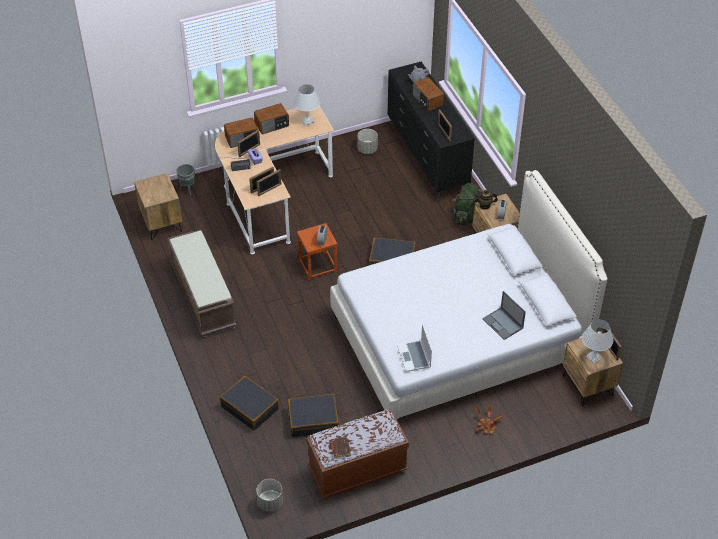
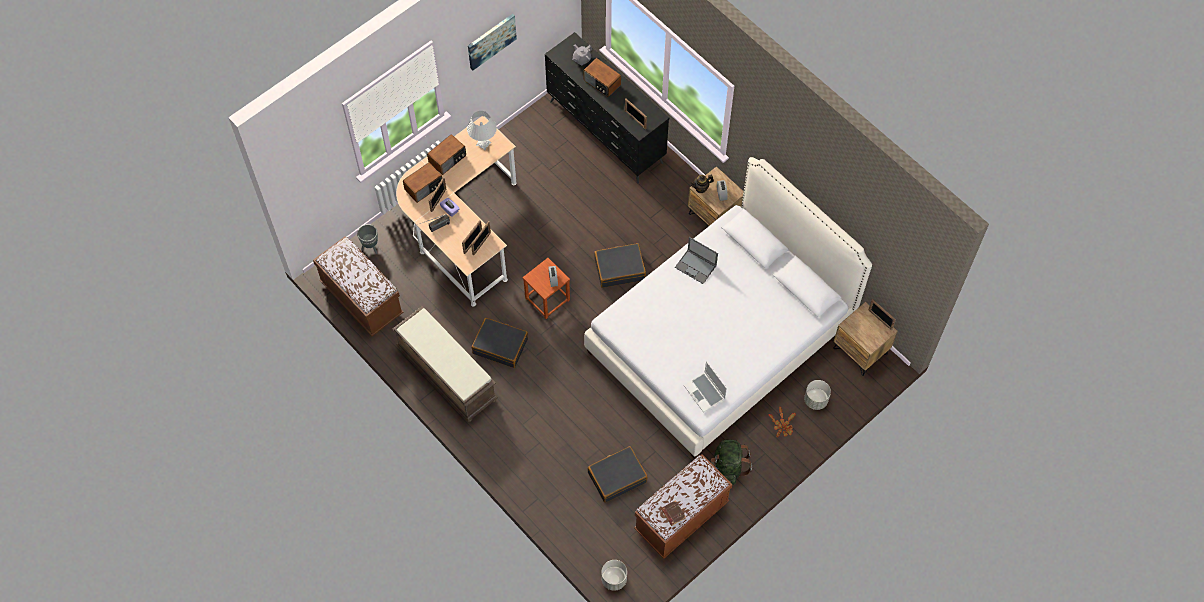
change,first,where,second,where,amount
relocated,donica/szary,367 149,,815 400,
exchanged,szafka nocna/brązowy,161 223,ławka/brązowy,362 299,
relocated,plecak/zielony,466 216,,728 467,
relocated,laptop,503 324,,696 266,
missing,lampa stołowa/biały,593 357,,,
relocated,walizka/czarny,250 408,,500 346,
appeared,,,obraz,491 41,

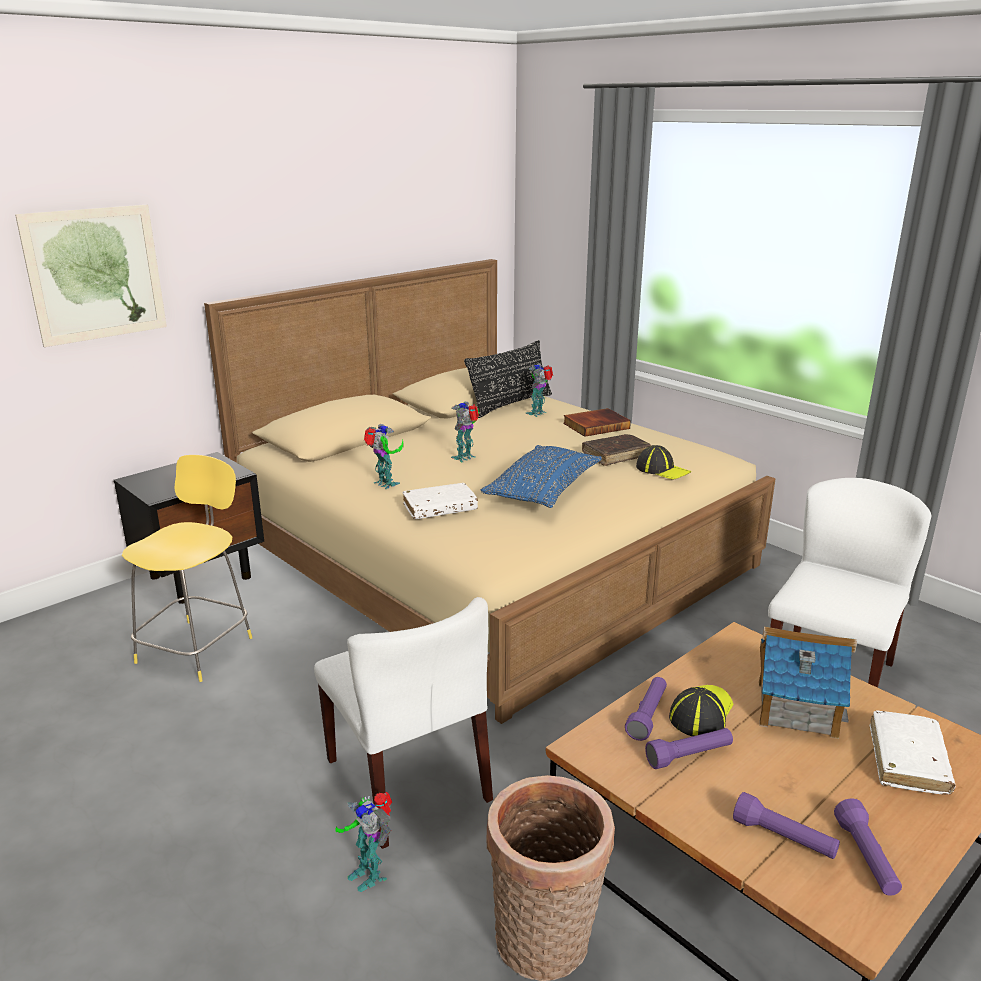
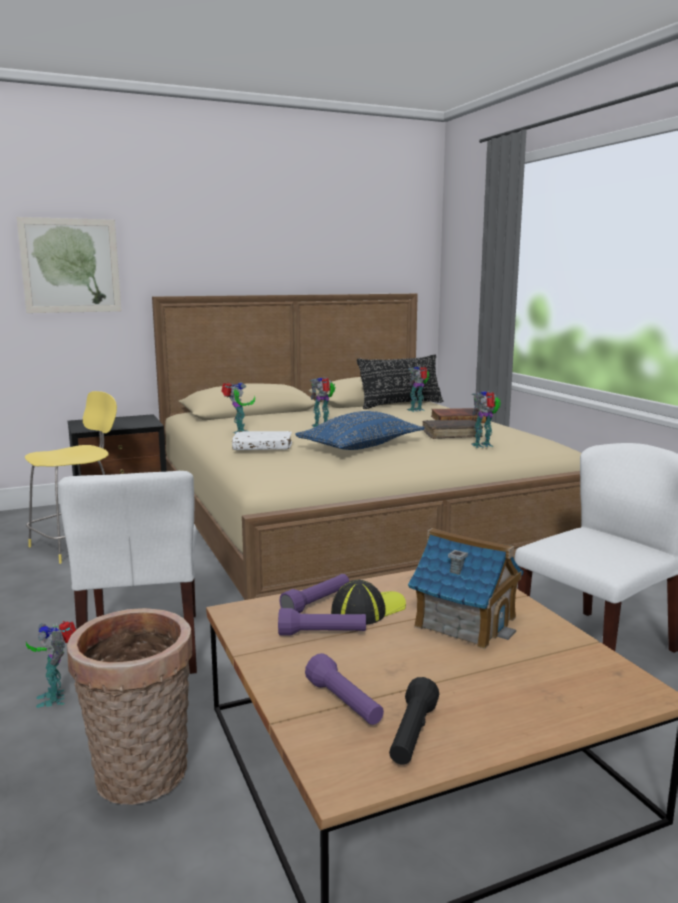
change,first,where,second,where,amount
exchanged,czapka z daszkiem,662 470,robot zabawkowy,483 446,
missing,książka/biały,908 760,,,
colour,latarka/fioletowy,866 858,latarka/czarny,412 735,

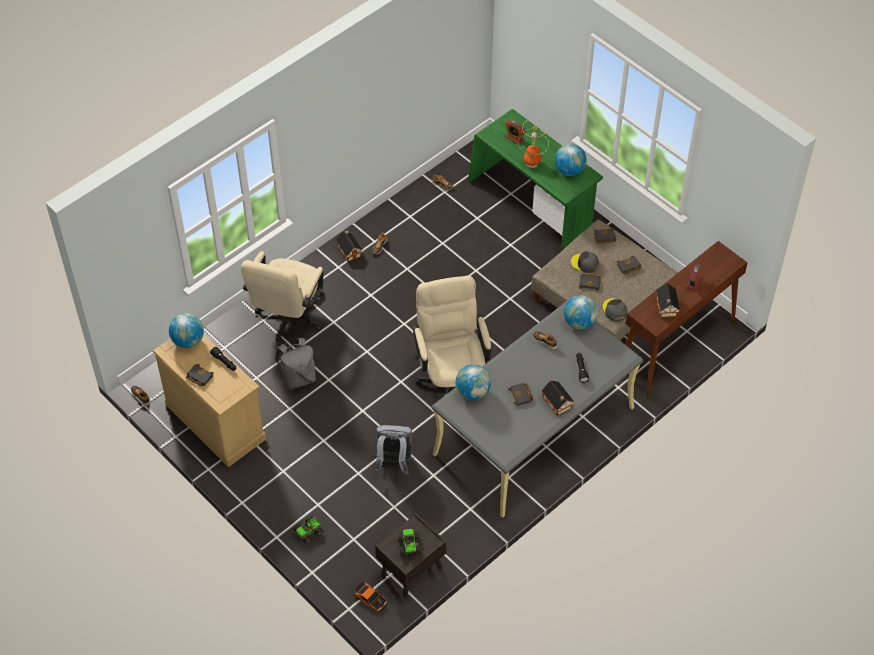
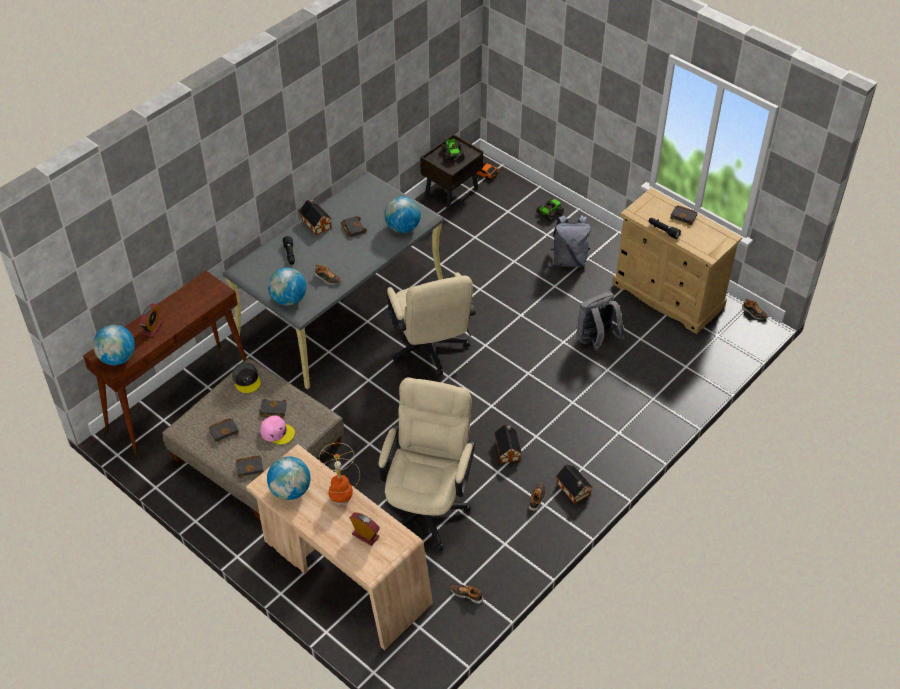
change,first,where,second,where,amount
colour,biurko/zielony,531 204,biurko/beżowy,343 574,
relocated,krzesło biurowe/beżowy,288 318,,427 505,
colour,czapka z daszkiem/szary,585 263,czapka z daszkiem/różowy,277 432,
relocated,domek,666 307,,507 449,
relocated,globus,188 340,,118 358,
relocated,plecak/szary,394 463,,569 260,

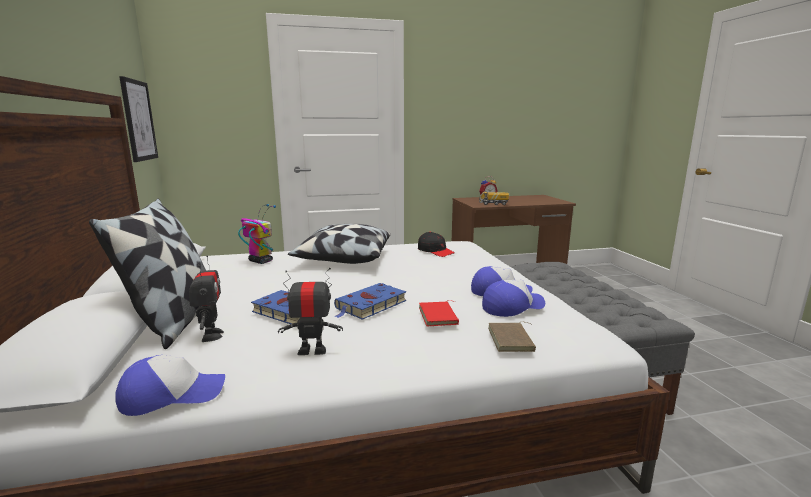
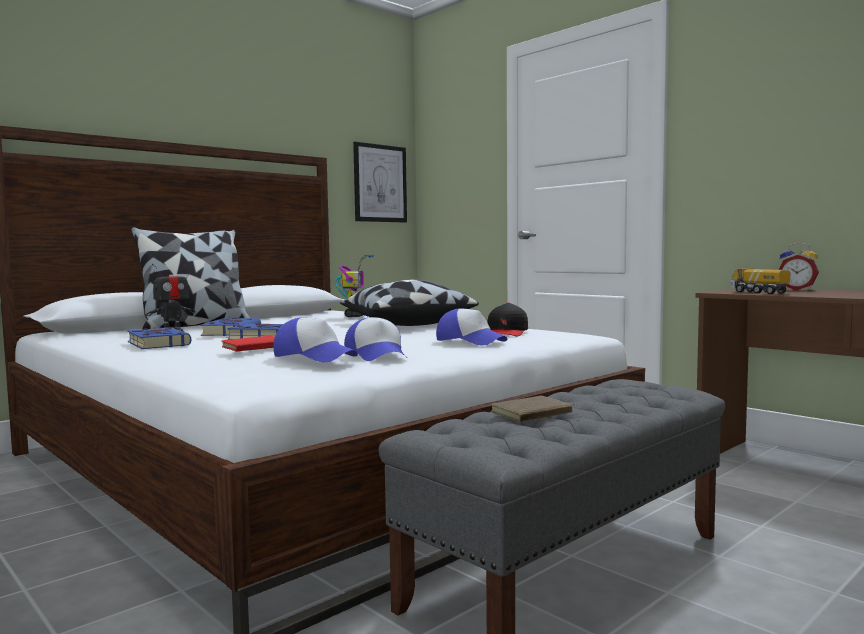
change,first,where,second,where,amount
exchanged,robot zabawkowy,312 351,książka/niebieski,157 343,
relocated,książka/brązowy,512 340,,533 414,
relocated,czapka z daszkiem,172 395,,470 341,

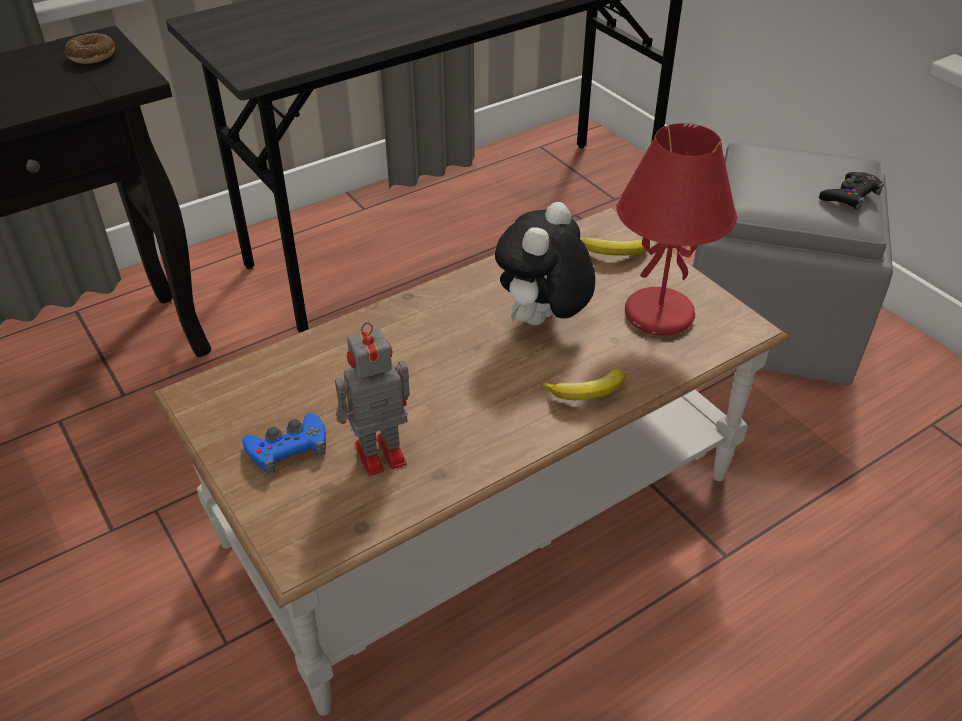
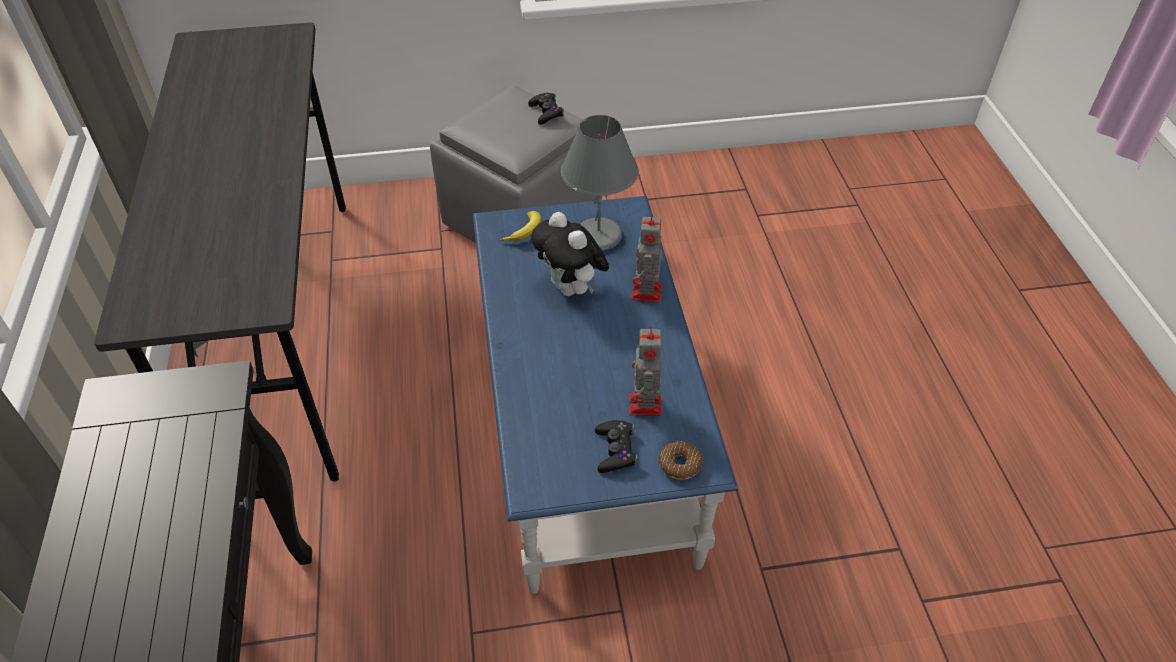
change,first,where,second,where,amount
relocated,donut,92 56,,680 464,
colour,lampa stołowa/czerwony,660 314,lampa stołowa/szary,598 236,
colour,ława/brązowy,480 509,ława/niebieski,588 429,
exchanged,banan,587 392,robot zabawkowy,646 294,
colour,pad do gier/niebieski,288 448,pad do gier/czarny,615 450,

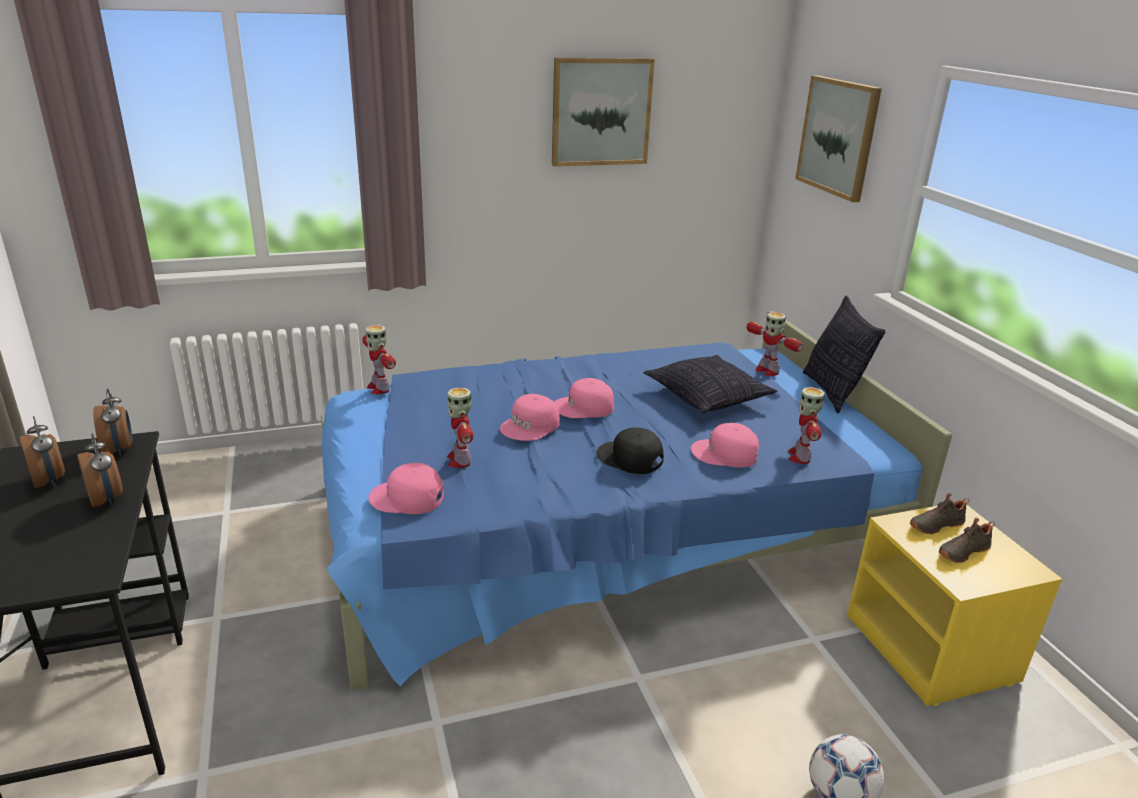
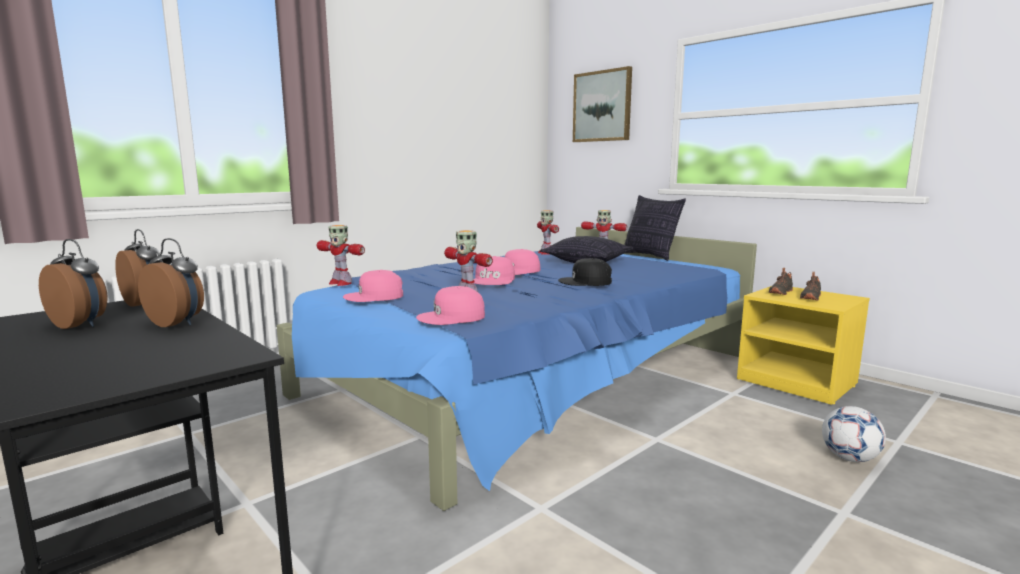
change,first,where,second,where,amount
missing,obraz,601 112,,,
relocated,robot zabawkowy,800 456,,545 253,
relocated,czapka z daszkiem/różowy,725 454,,374 296,

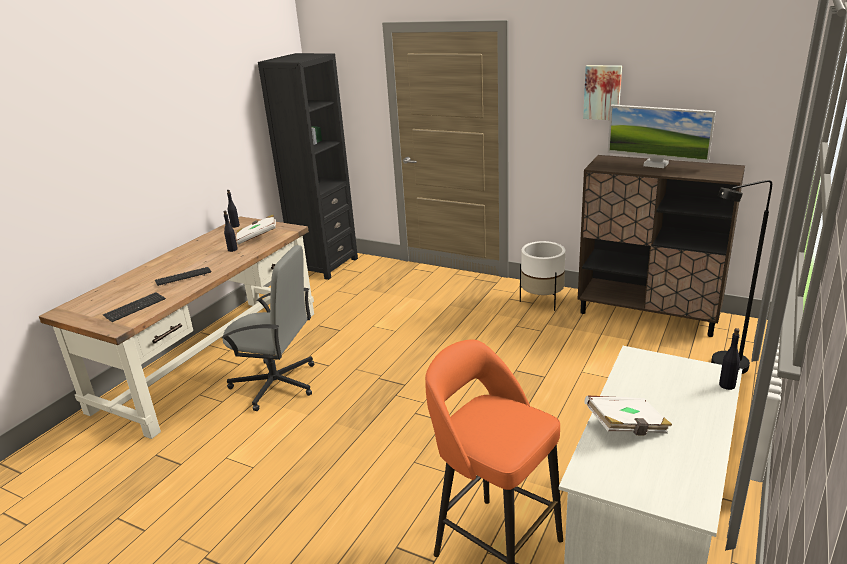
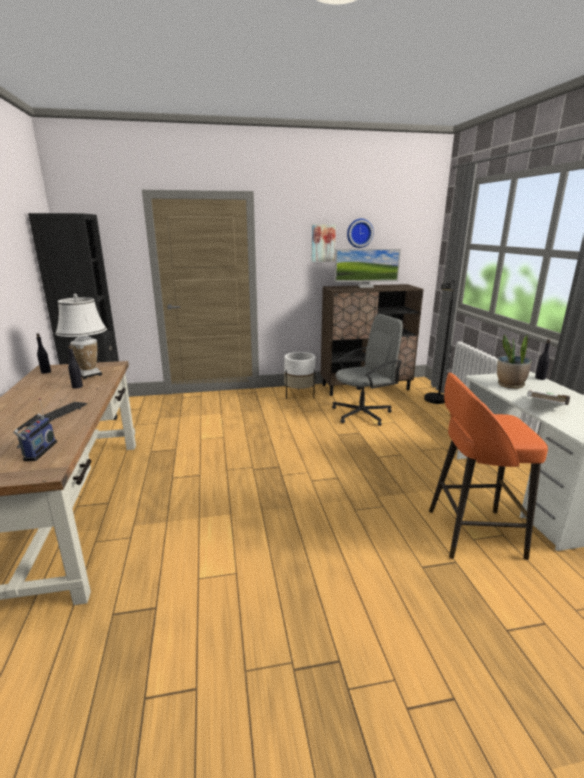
change,first,where,second,where,amount
exchanged,książka/biały,257 237,lampa stołowa/biały,89 375,
relocated,krzesło biurowe/szary,276 384,,362 414,
exchanged,klawiatura,135 308,radio,38 451,
appeared,,,zegar ścienny,359 233,
appeared,,,roślina doniczkowa,510 385,

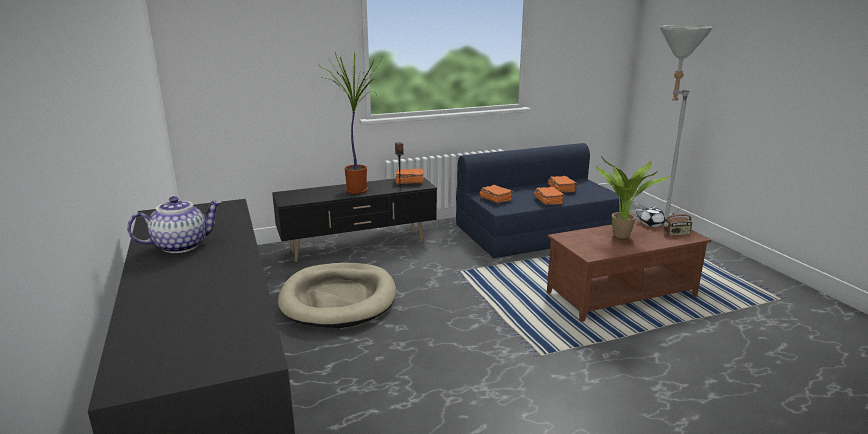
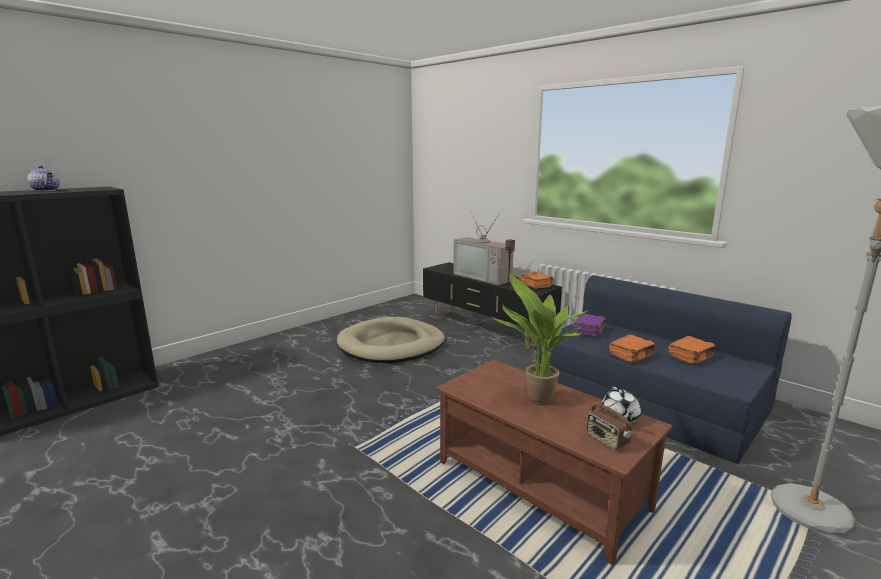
change,first,where,second,where,amount
exchanged,roślina doniczkowa,355 190,telewizor,485 277,
colour,książka/pomarańczowy,495 199,książka/fioletowy,589 331,

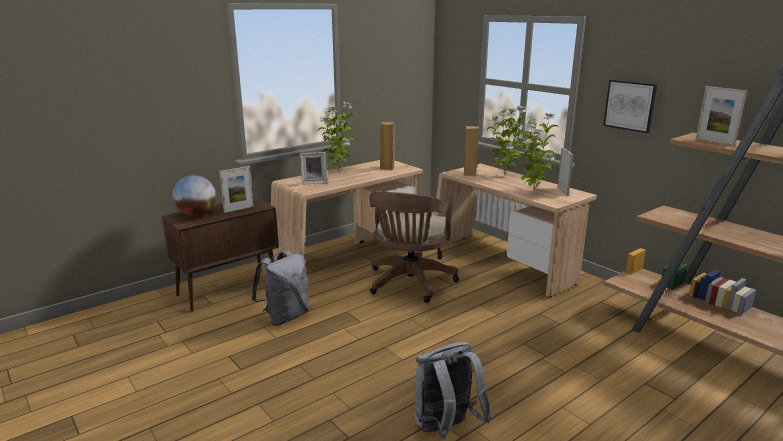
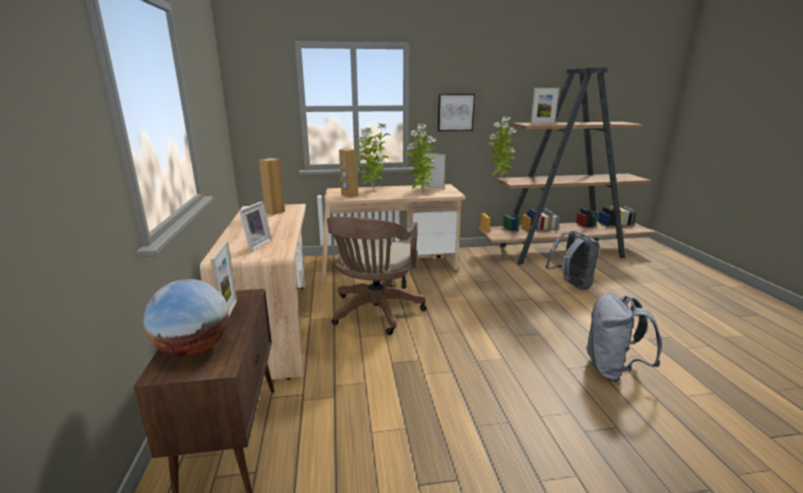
change,first,where,second,where,amount
relocated,roślina doniczkowa,337 172,,500 179,
spun,krzesło biurowe/brązowy,409 284,,375 313,60 degrees clockwise
relocated,plecak/szary,285 317,,570 285,

